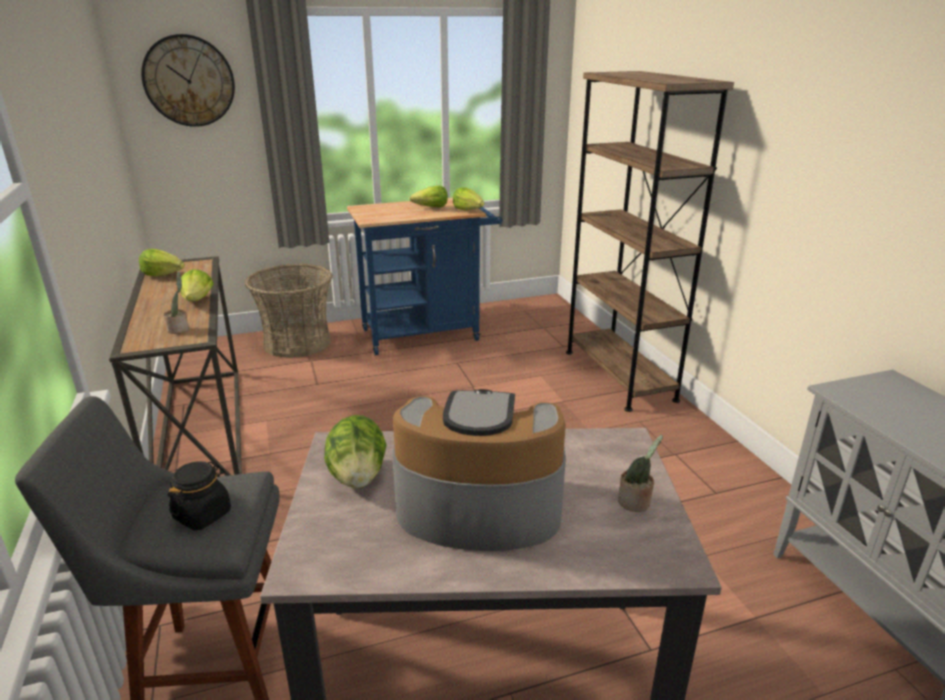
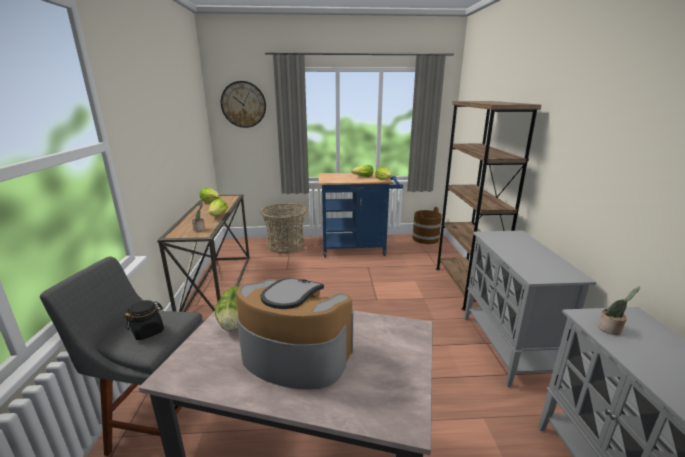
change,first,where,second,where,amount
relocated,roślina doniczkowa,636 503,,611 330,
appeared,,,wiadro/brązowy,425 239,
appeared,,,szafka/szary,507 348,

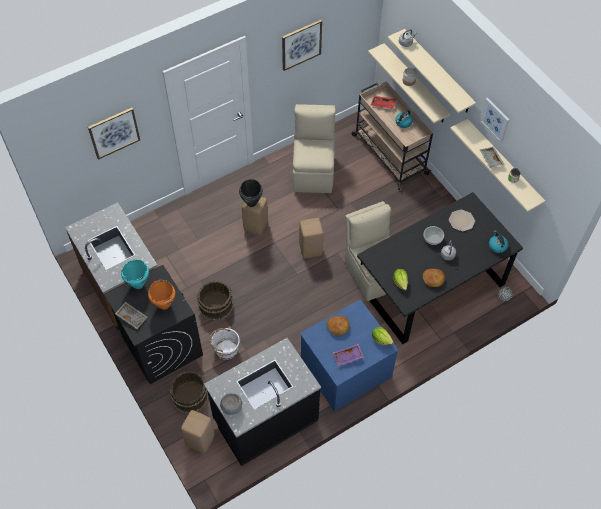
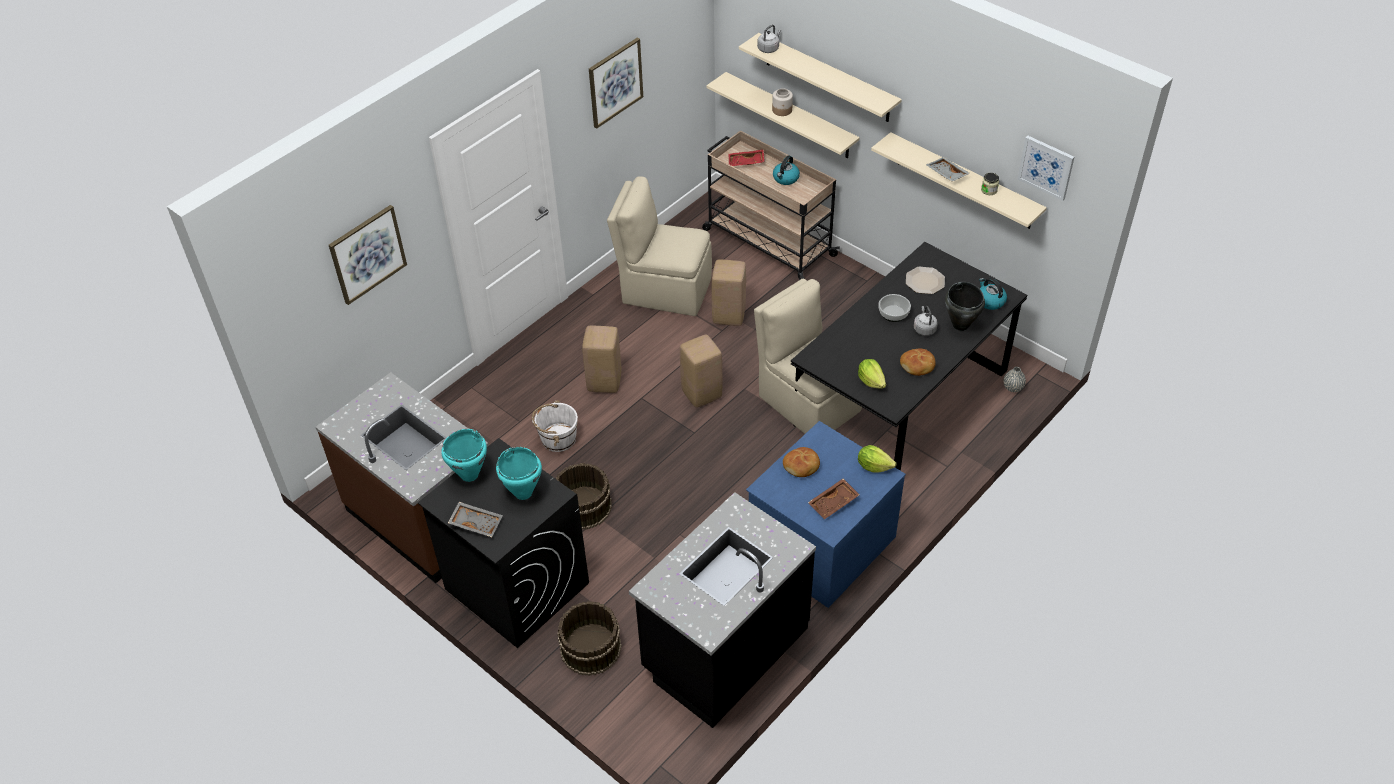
change,first,where,second,where,amount
relocated,obraz,495 119,,1046 167,
spun,krzesło/beżowy,313 171,,664 289,60 degrees counterclockwise
relocated,garnek/czarny,251 203,,960 325,
colour,garnek/pomarańczowy,164 305,garnek/turkusowy,523 493,
relocated,wiadro/biały,226 349,,557 438,
colour,taca/fioletowy,348 357,taca/brązowy,834 503,
missing,miska/szary,232 407,,,
relocated,stołek/beżowy,200 440,,729 315,

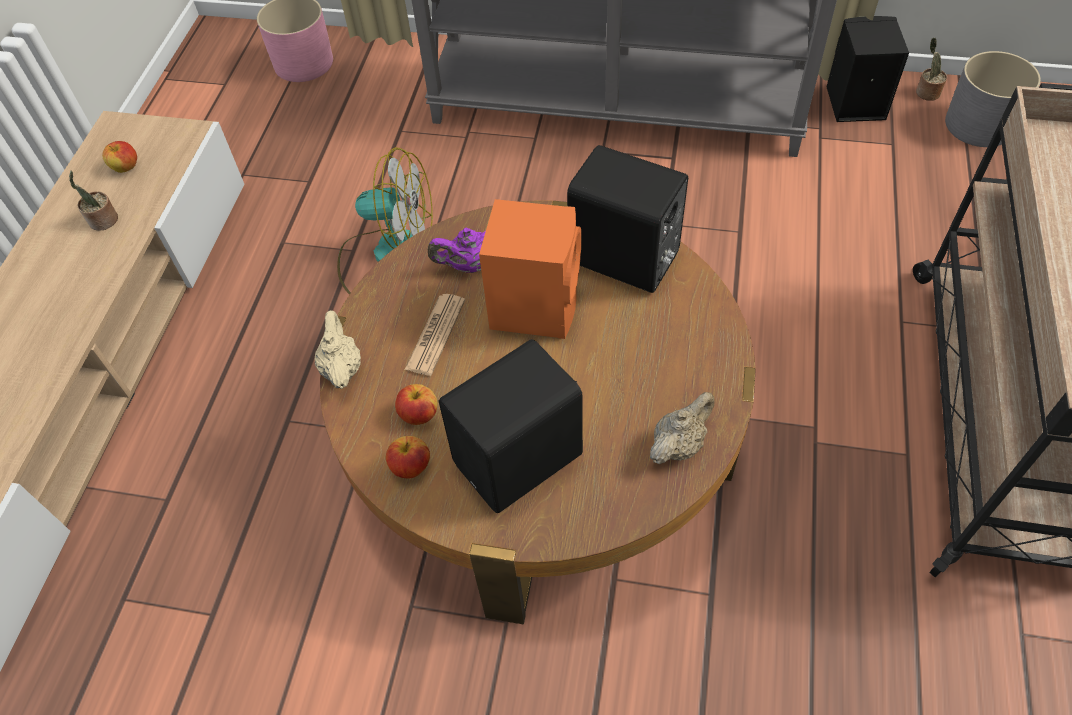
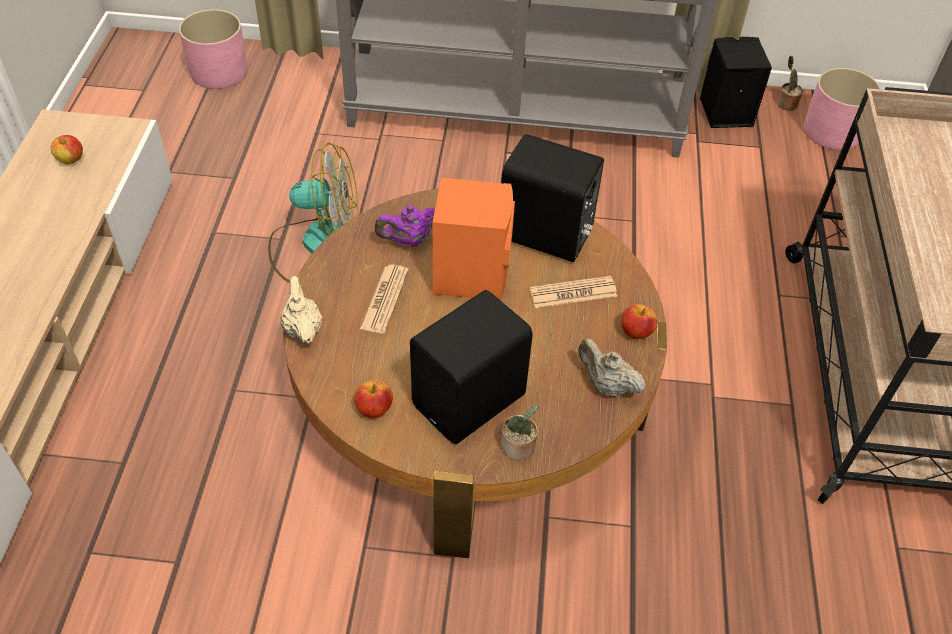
change,first,where,second,where,amount
colour,donica/szary,978 125,donica/różowy,831 131,
relocated,roślina doniczkowa,103 221,,519 448,
relocated,jabłko,419 415,,636 332,
spun,imbryk/beżowy,678 444,,606 385,90 degrees counterclockwise
appeared,,,gazeta,573 293,

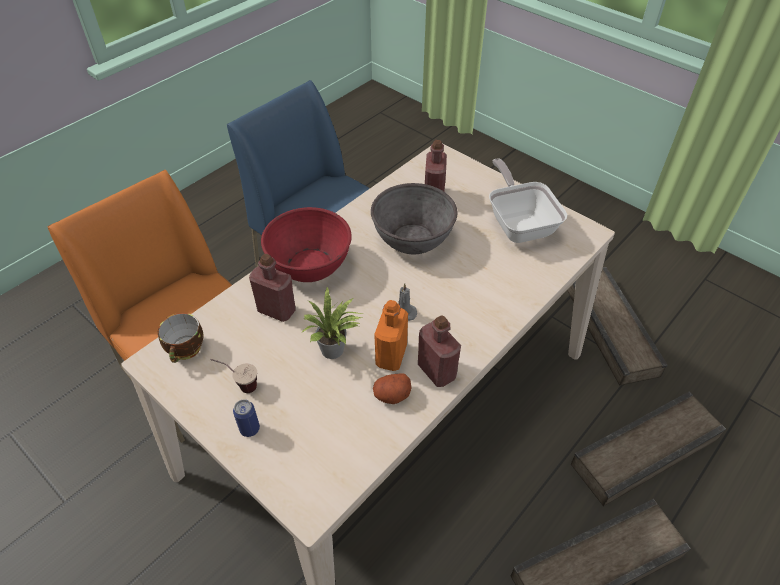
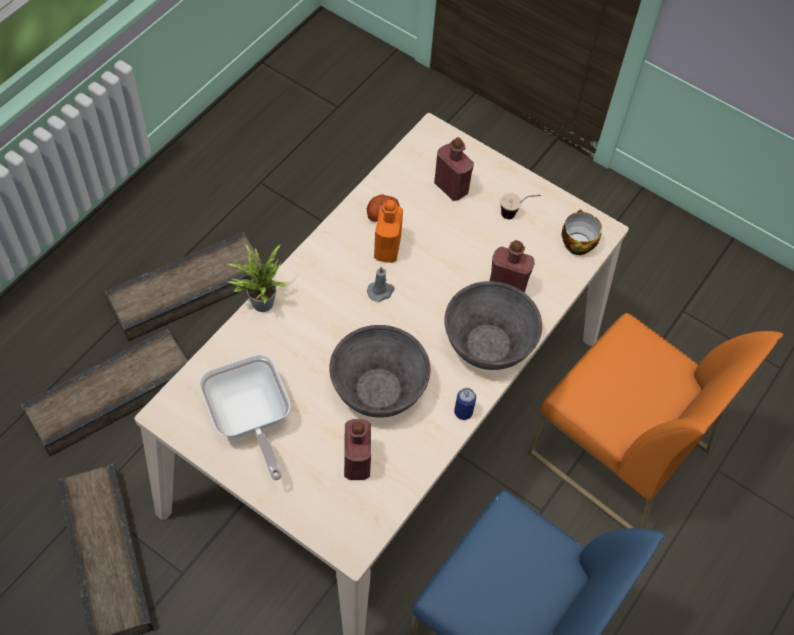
change,first,where,second,where,amount
colour,miska/czerwony,309 265,miska/szary,488 344,
relocated,roślina doniczkowa,335 351,,260 301,
relocated,butelka/czerwony,436 371,,451 187,
relocated,puszka,249 429,,463 412,

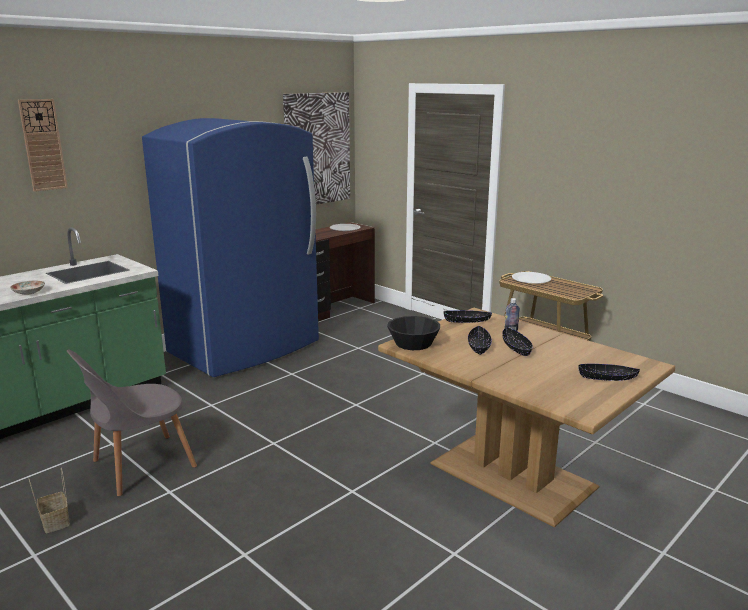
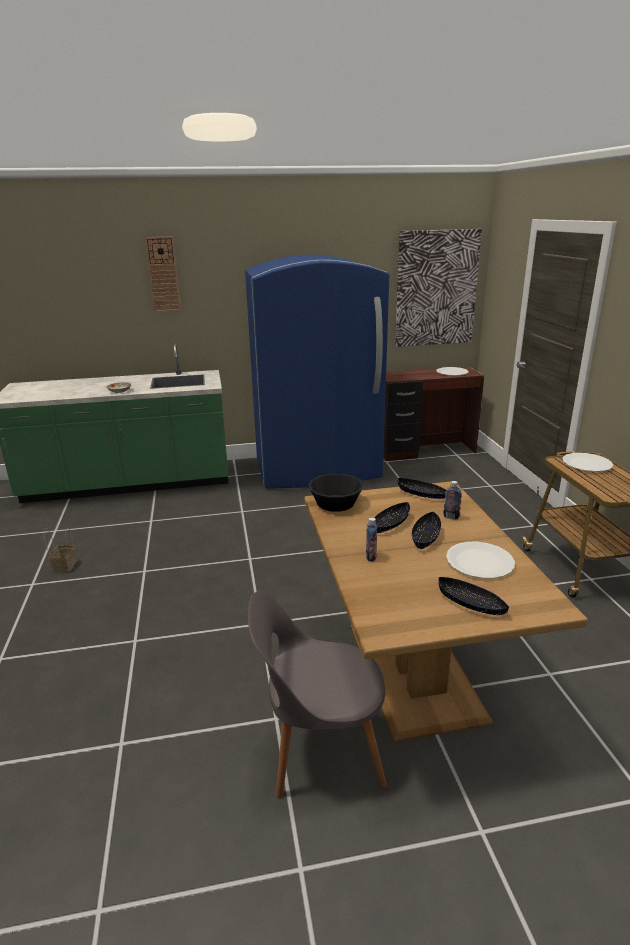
change,first,where,second,where,amount
relocated,krzesło/szary,139 466,,320 748,
appeared,,,butelka,371 557,
appeared,,,talerz/biały,479 562,

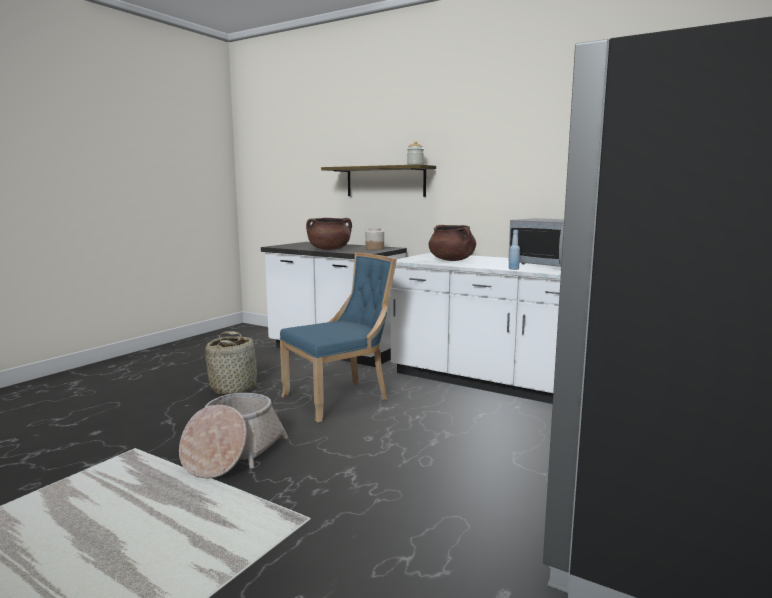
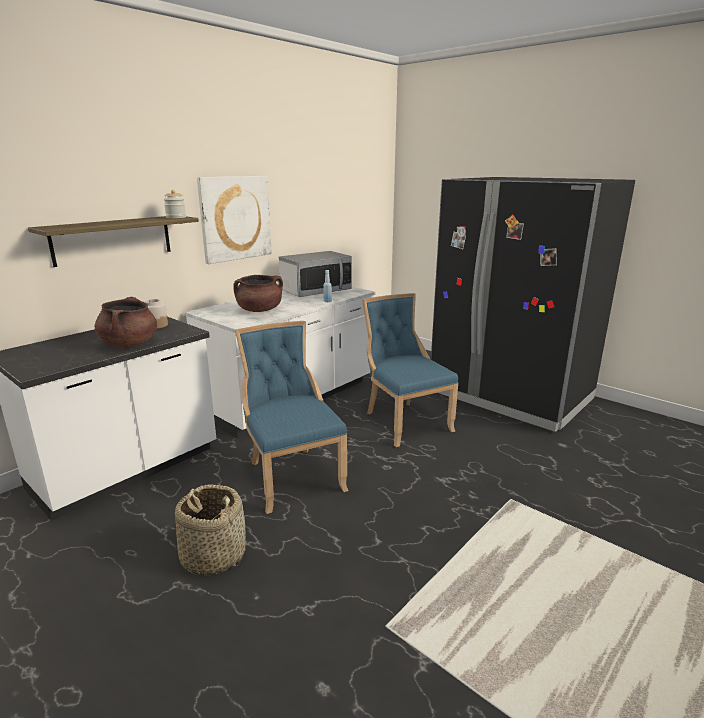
change,first,where,second,where,amount
missing,koszyk,232 453,,,
appeared,,,obraz,235 218,
appeared,,,krzesło/niebieski,404 421,

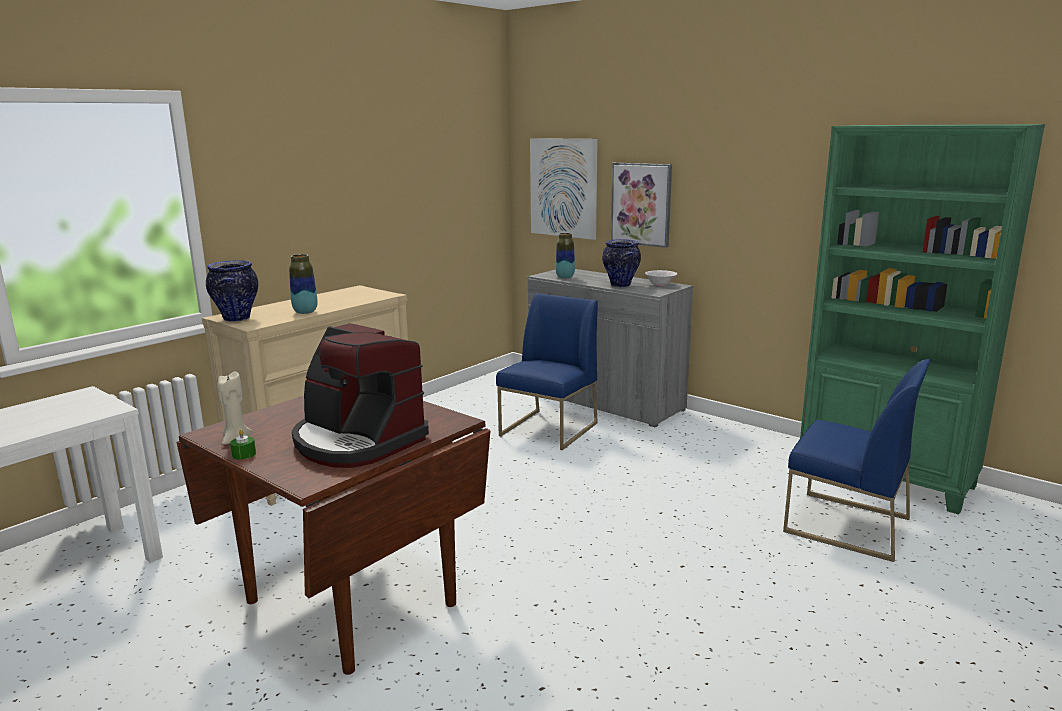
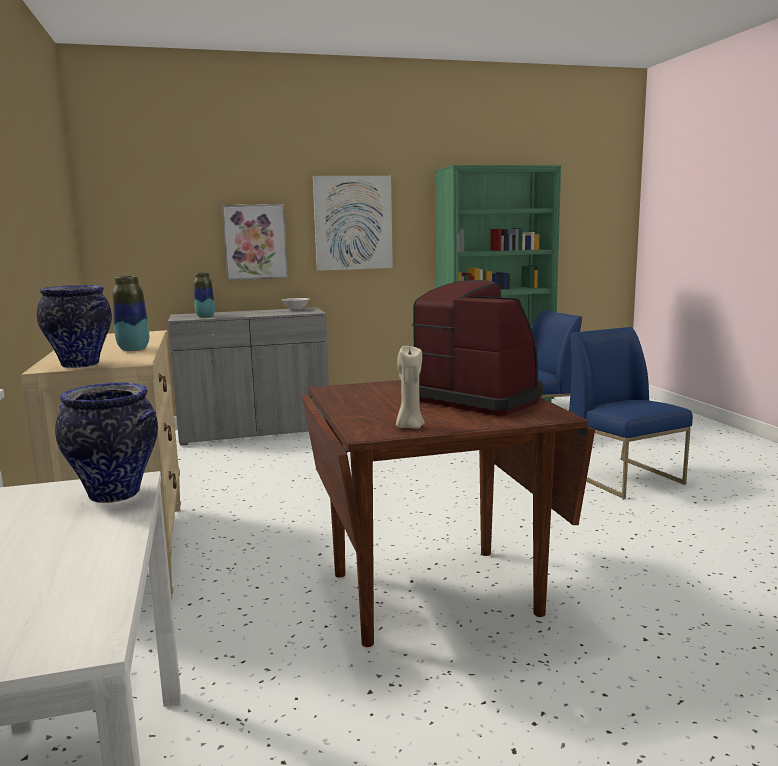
change,first,where,second,where,amount
relocated,obraz,563 188,,353 223,
relocated,wazon,621 285,,116 495,
relocated,krzesło/niebieski,549 430,,624 477,
spun,ekspres do kawy,357 441,,480 398,120 degrees counterclockwise
missing,świeca/zielony,244 454,,,

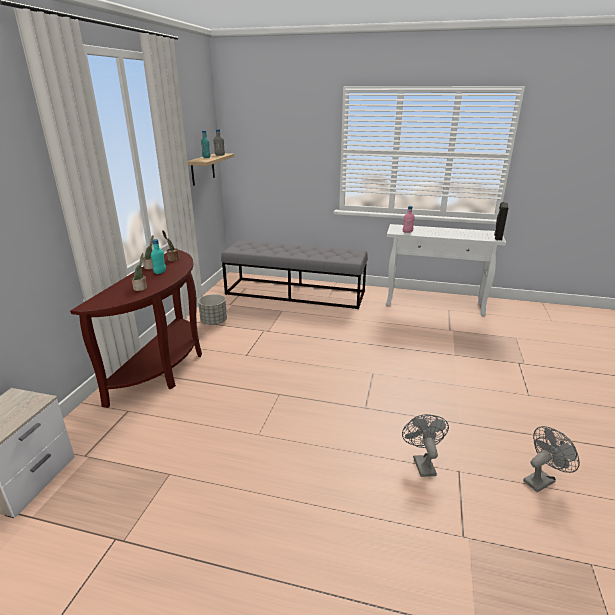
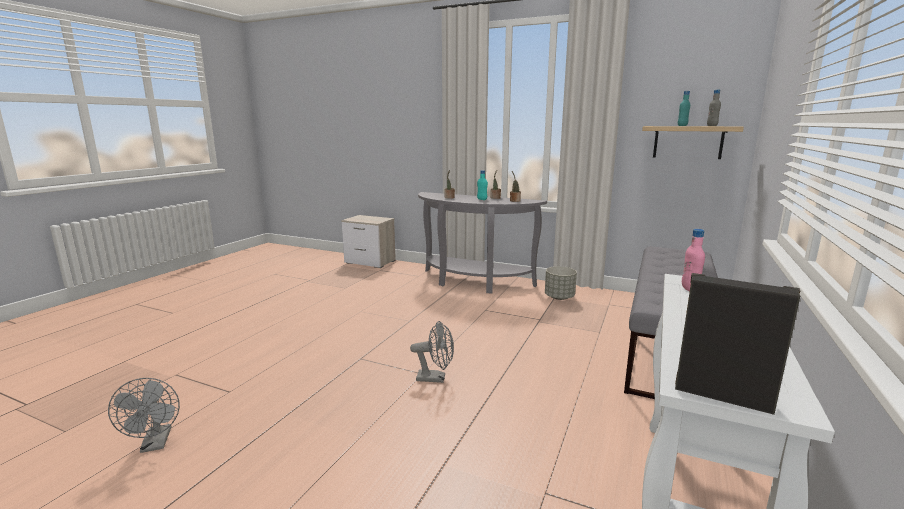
change,first,where,second,where,amount
colour,stolik konsolowy/brązowy,165 367,stolik konsolowy/szary,472 282,
relocated,wentylator/szary,422 463,,436 378,

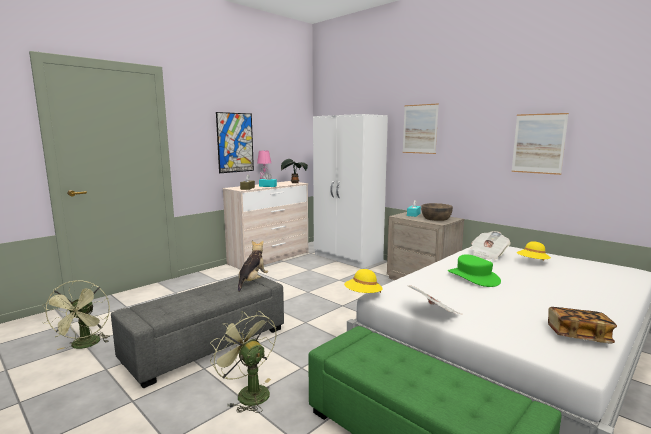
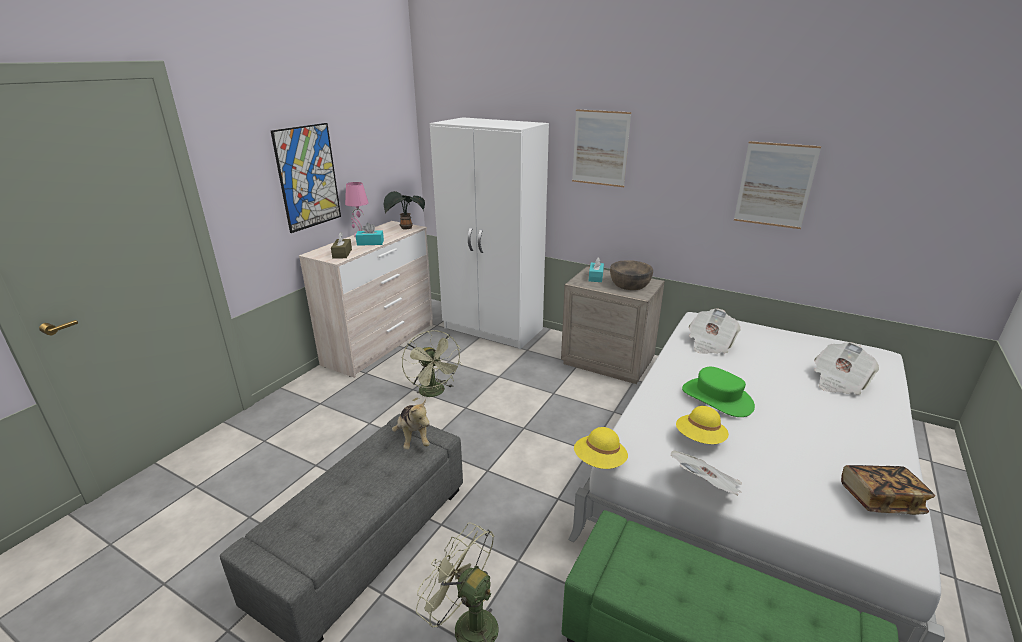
change,first,where,second,where,amount
spun,pluszak,252 281,,413 438,150 degrees clockwise
relocated,kapelusz/żółty,532 262,,700 439,
relocated,wentylator/zielony,85 346,,435 393,
appeared,,,gazeta,839 381,

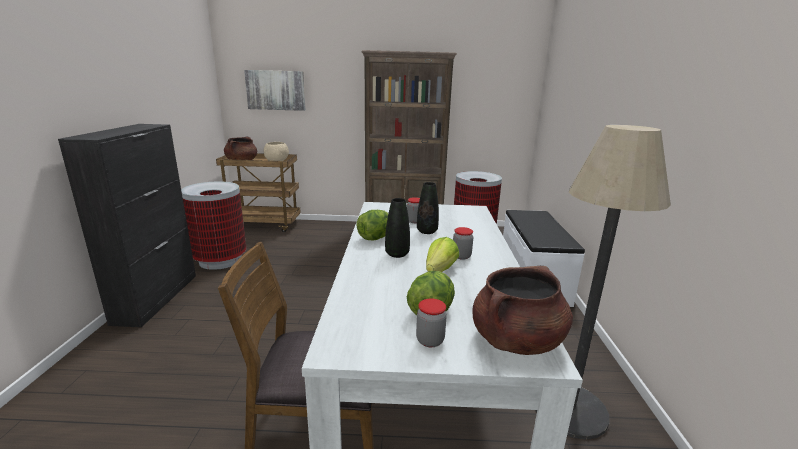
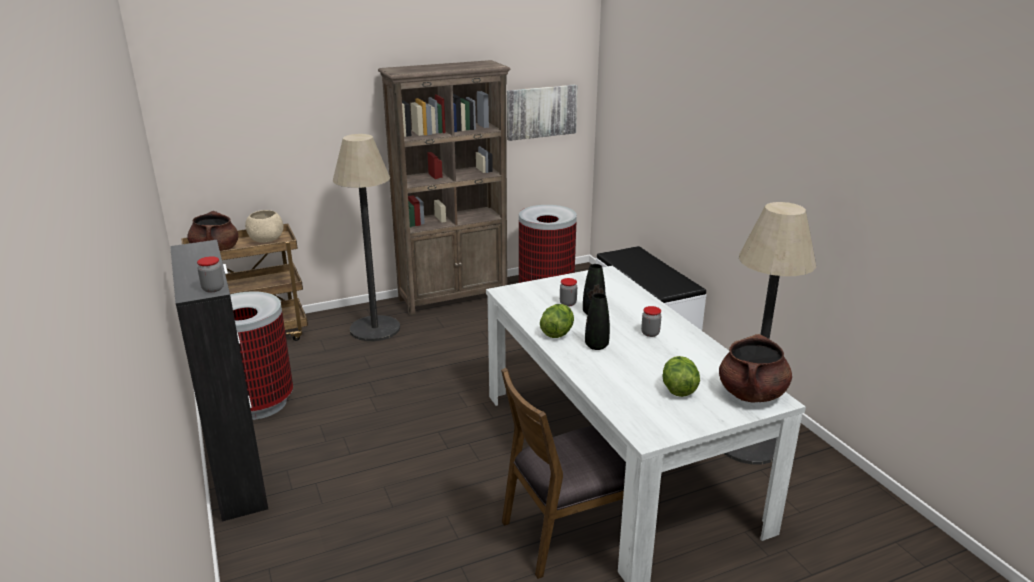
change,first,where,second,where,amount
relocated,obraz,275 90,,541 112,
missing,sałata,439 270,,,
relocated,słoik,430 340,,213 289,
appeared,,,lampa stojąca,375 329,

